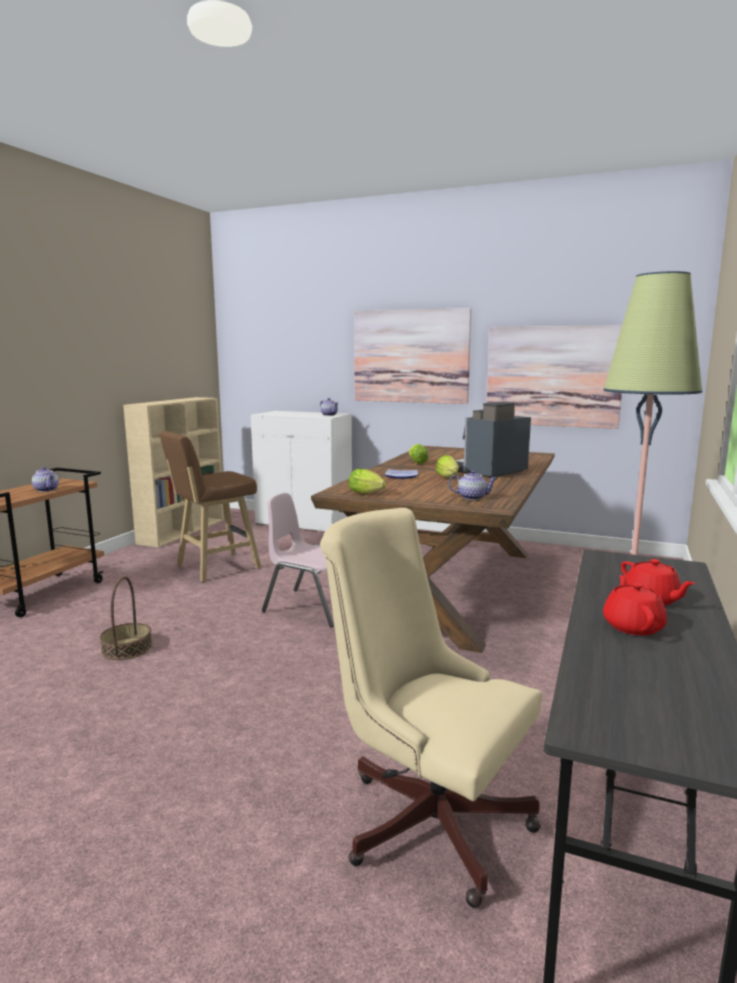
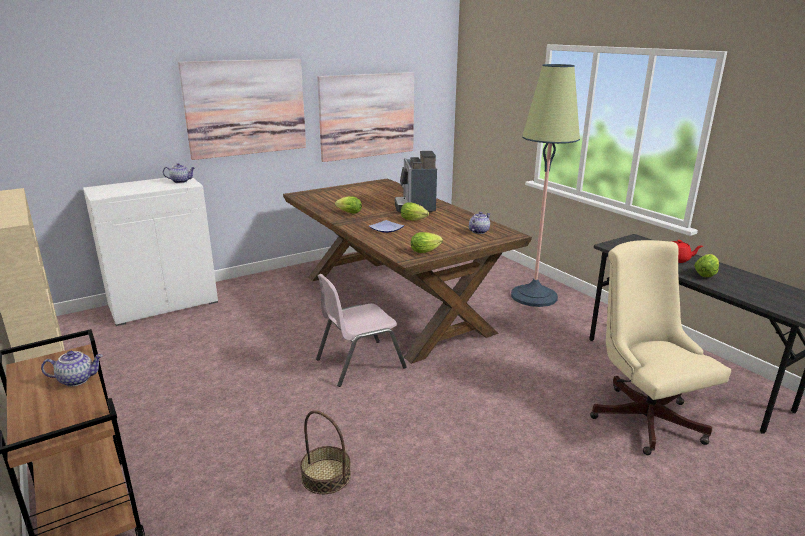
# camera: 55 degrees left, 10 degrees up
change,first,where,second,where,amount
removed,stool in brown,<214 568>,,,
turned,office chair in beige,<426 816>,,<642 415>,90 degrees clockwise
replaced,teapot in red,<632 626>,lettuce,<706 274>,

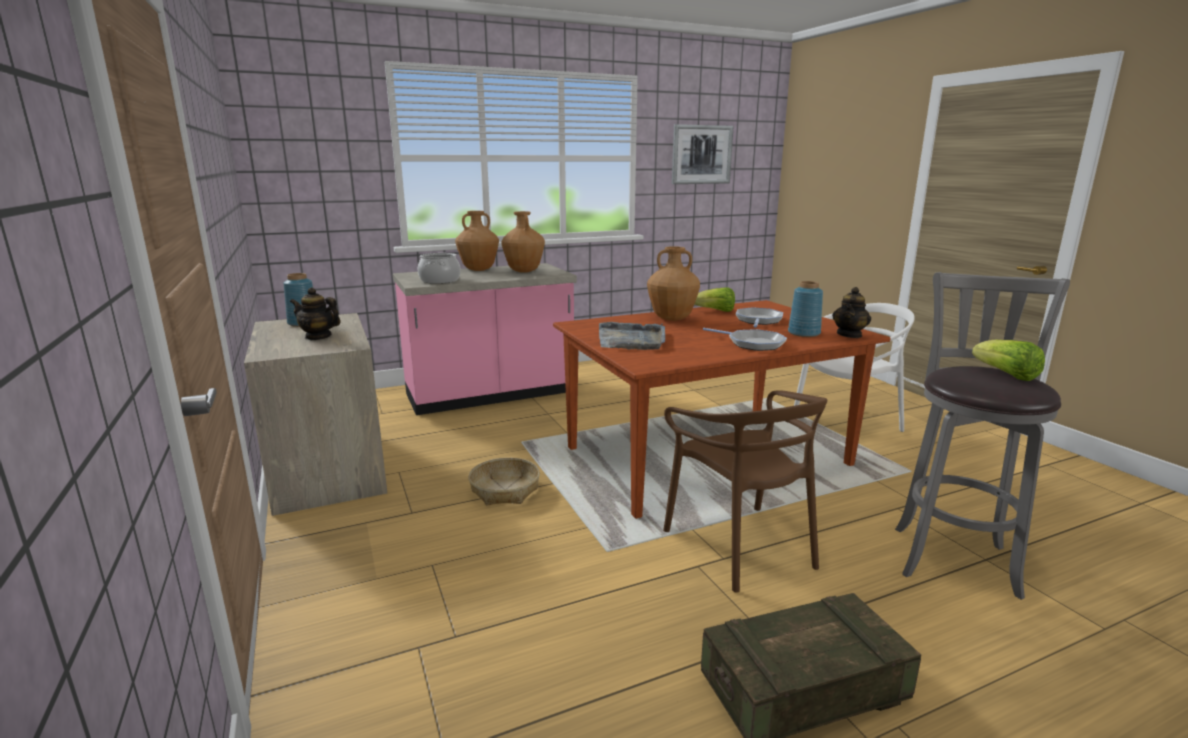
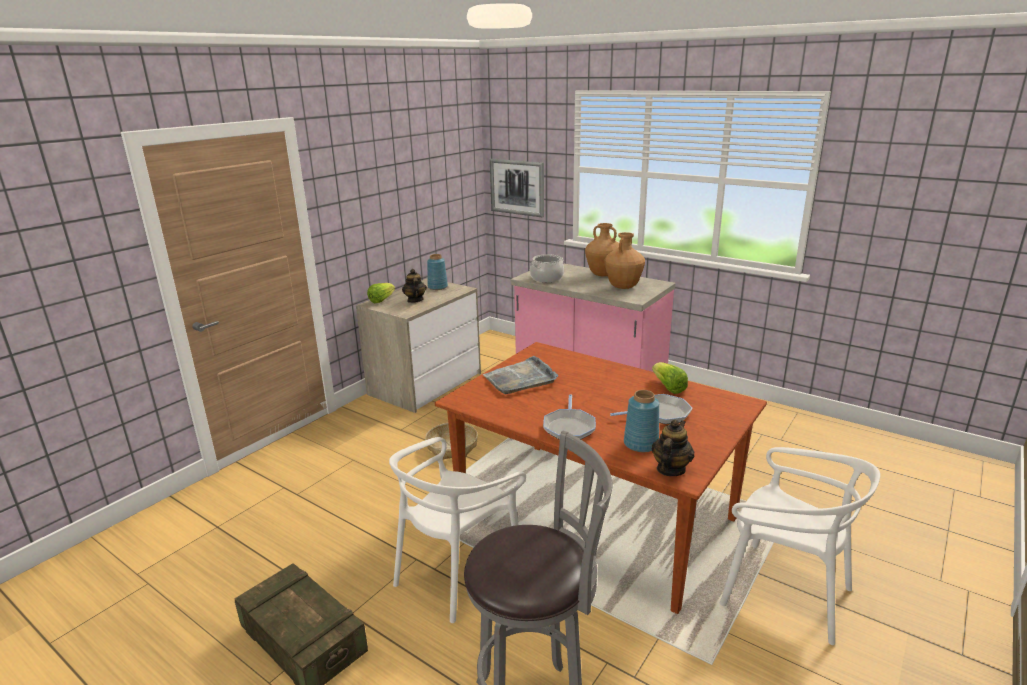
# camera: 60 degrees right, 5 degrees up
change,first,where,second,where,amount
removed,vase in brown,<671 319>,,,
recoloured,chair in brown,<740 546>,chair in white,<457 573>,
moved,picture,<701 154>,,<517 187>,
turned,teapot,<849 335>,,<670 469>,120 degrees clockwise
moved,lettuce,<1006 375>,,<381 300>,

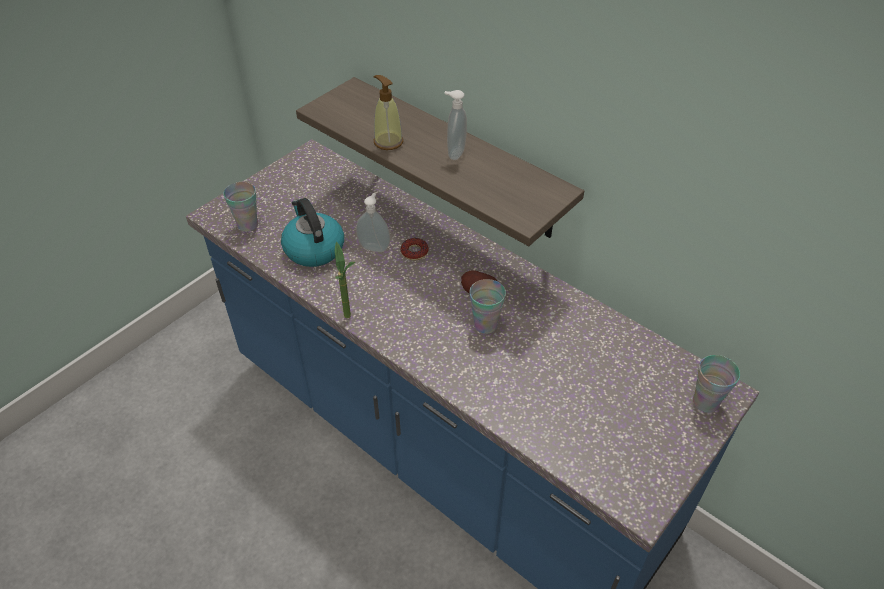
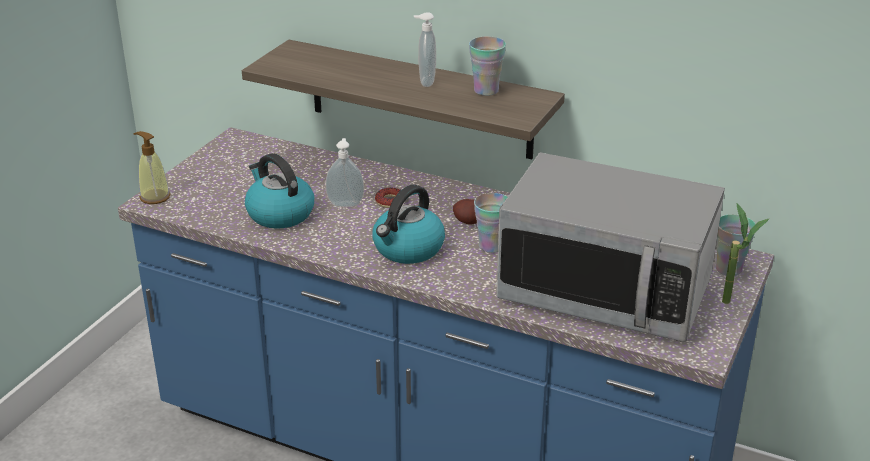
# camera: 15 degrees left, 15 degrees down
change,first,where,second,where,amount
moved,cup,<247 225>,,<486 90>,
moved,potted plant,<350 320>,,<733 304>,
moved,soap dispenser,<388 141>,,<155 197>,
added,,,kettle,<408 249>,
added,,,microwave,<605 291>,

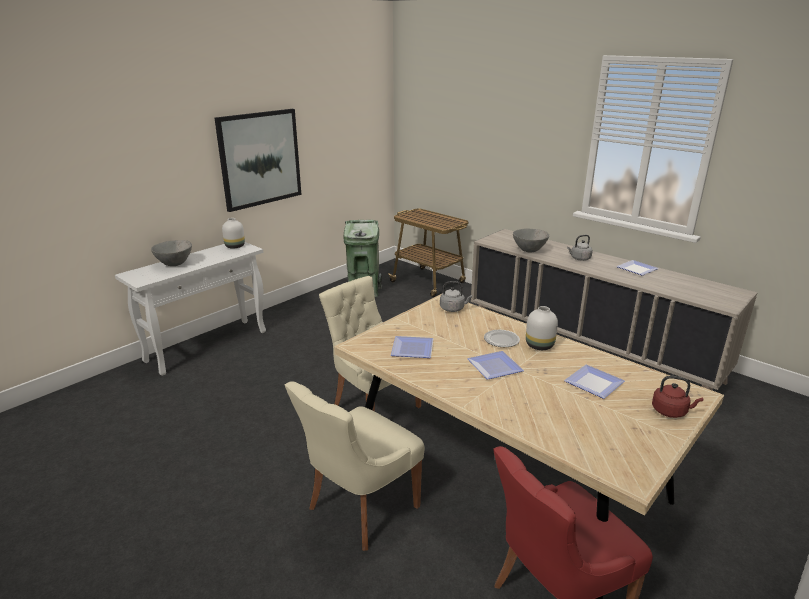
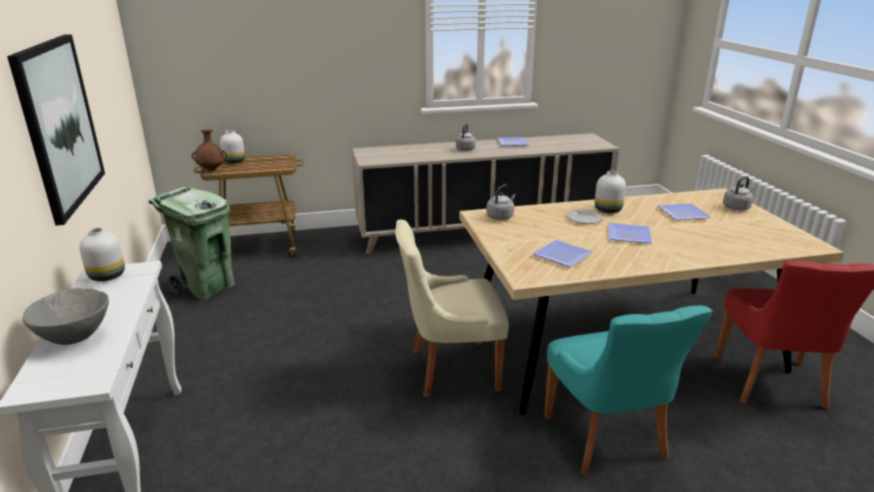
# camera: 55 degrees left, 0 degrees up
change,first,where,second,where,amount
recoloured,chair in beige,<360 509>,chair in turquoise,<607 439>,
removed,bowl in grey,<529 250>,,,
recoloured,kettle in red,<671 411>,kettle in grey,<737 207>,
added,,,vase in brown,<212 170>,
added,,,vase in white,<234 161>,

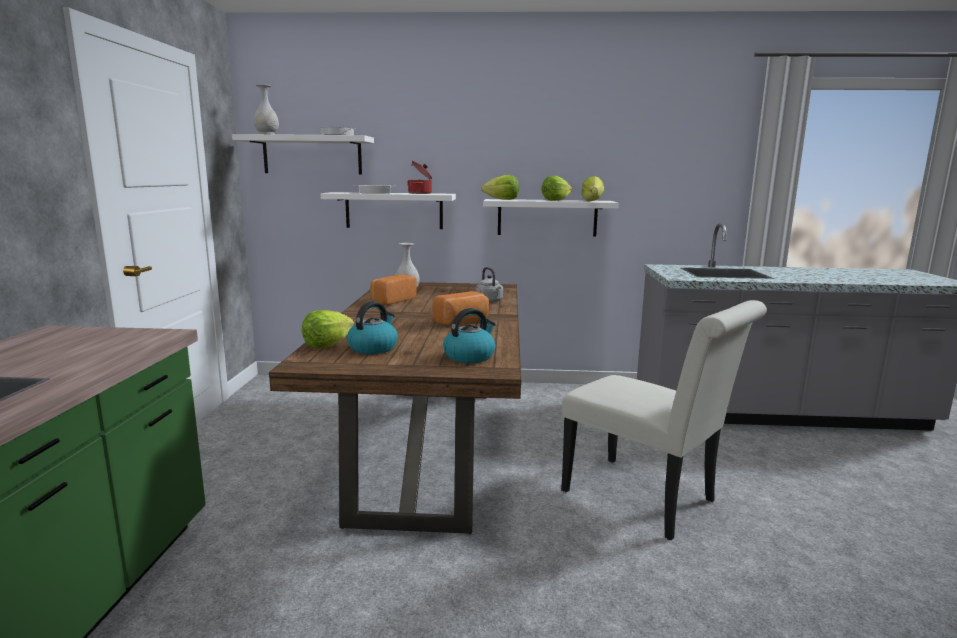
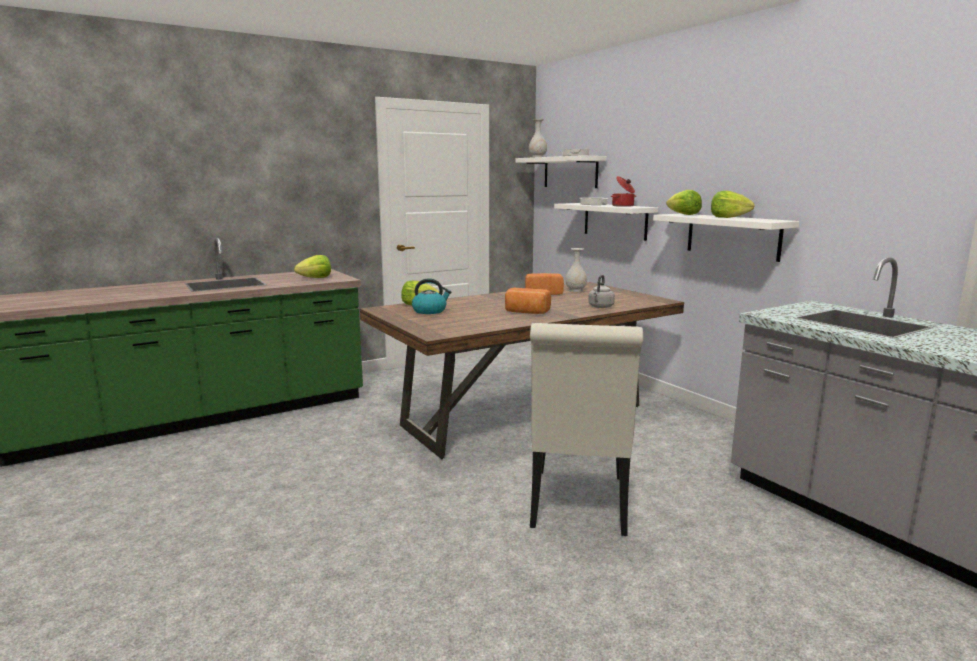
# camera: 55 degrees right, 0 degrees up
change,first,where,second,where,amount
removed,kettle,<470 356>,,,
moved,lettuce,<592 201>,,<315 278>,

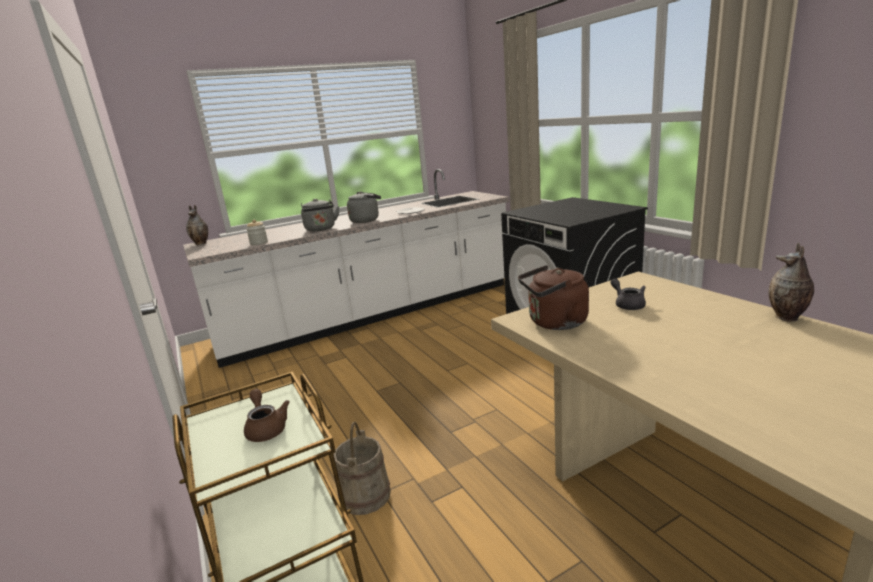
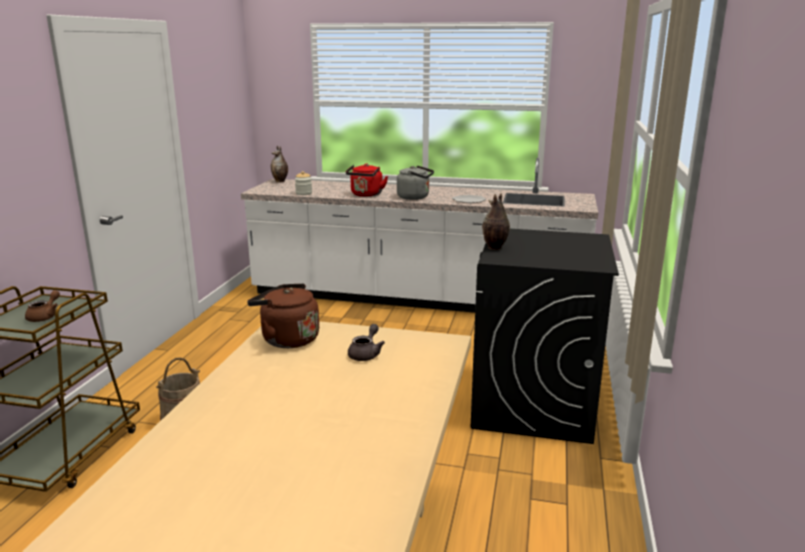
# camera: 40 degrees right, 0 degrees up
change,first,where,second,where,amount
recoloured,kettle in grey,<321 229>,kettle in red,<366 195>,
moved,vase,<787 318>,,<494 248>,

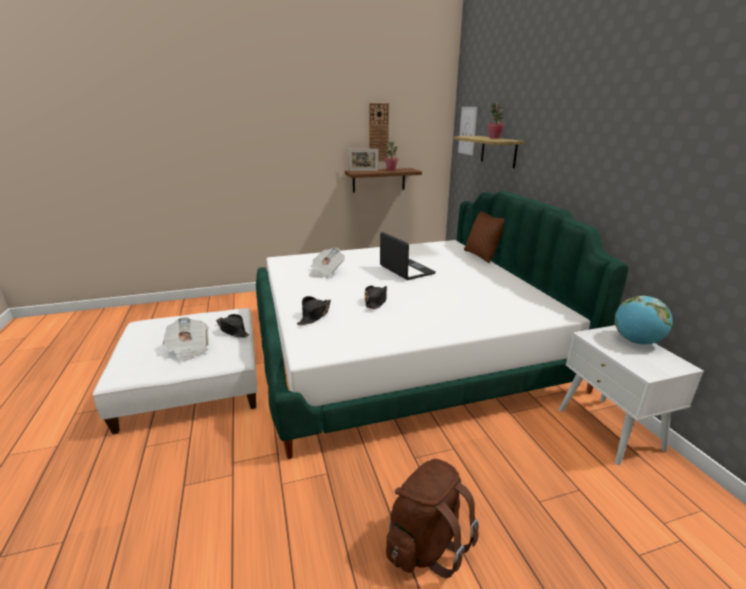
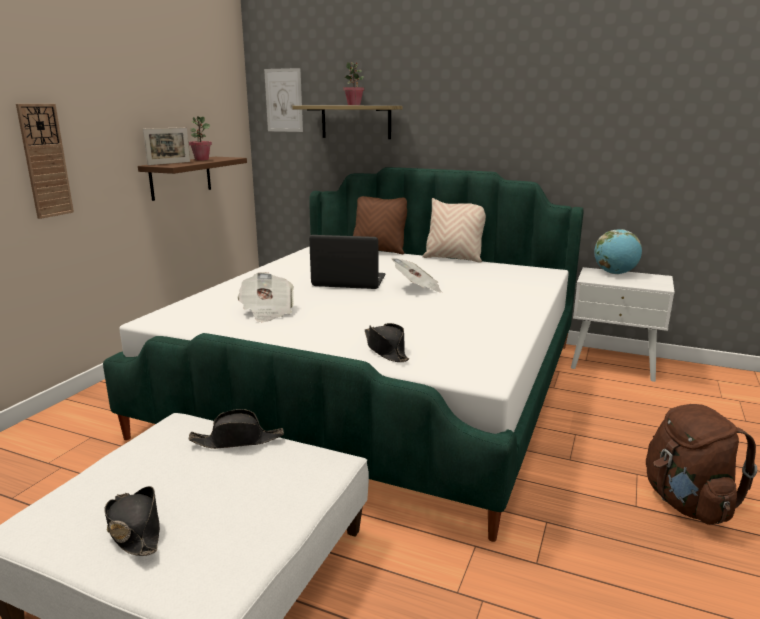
# camera: 50 degrees left, 5 degrees down
change,first,where,second,where,amount
moved,newspaper,<188 349>,,<417 288>,
moved,hat in black,<376 301>,,<135 529>,
moved,wall clock,<378 133>,,<45 161>,
added,,,pillow in beige,<453 258>,

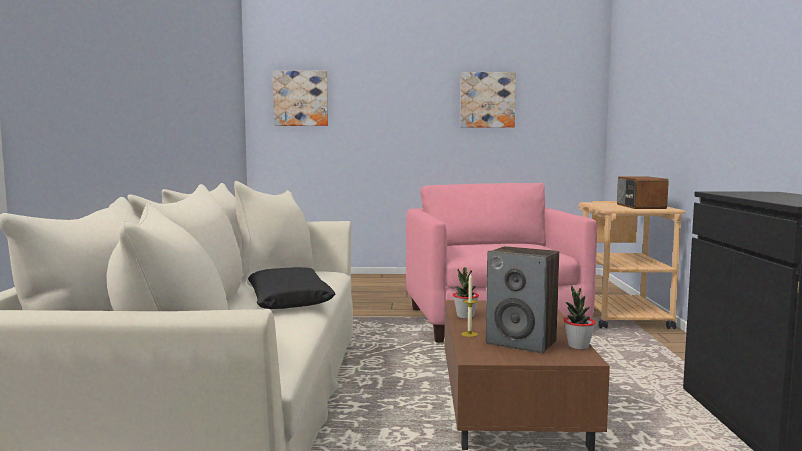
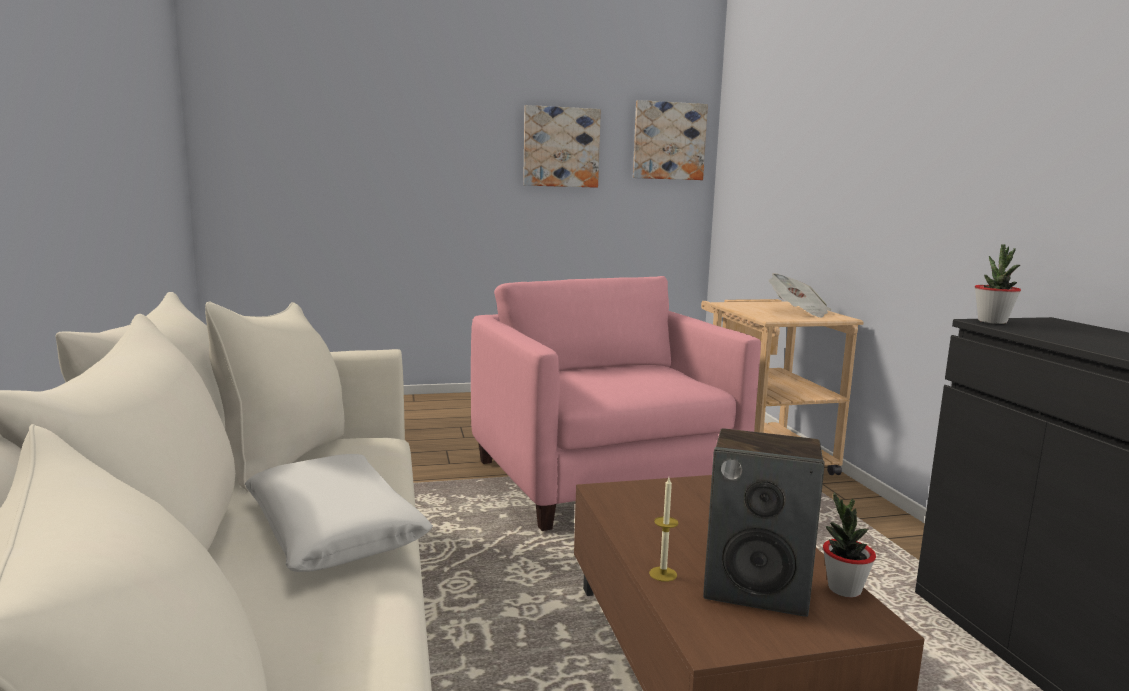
# camera: 15 degrees left, 5 degrees up
change,first,where,second,where,amount
recoloured,pillow in black,<289 300>,pillow in white,<334 529>,
moved,picture,<301 98>,,<669 141>,
moved,potted plant,<465 316>,,<992 321>,
replaced,radio,<640 206>,newspaper,<798 312>,

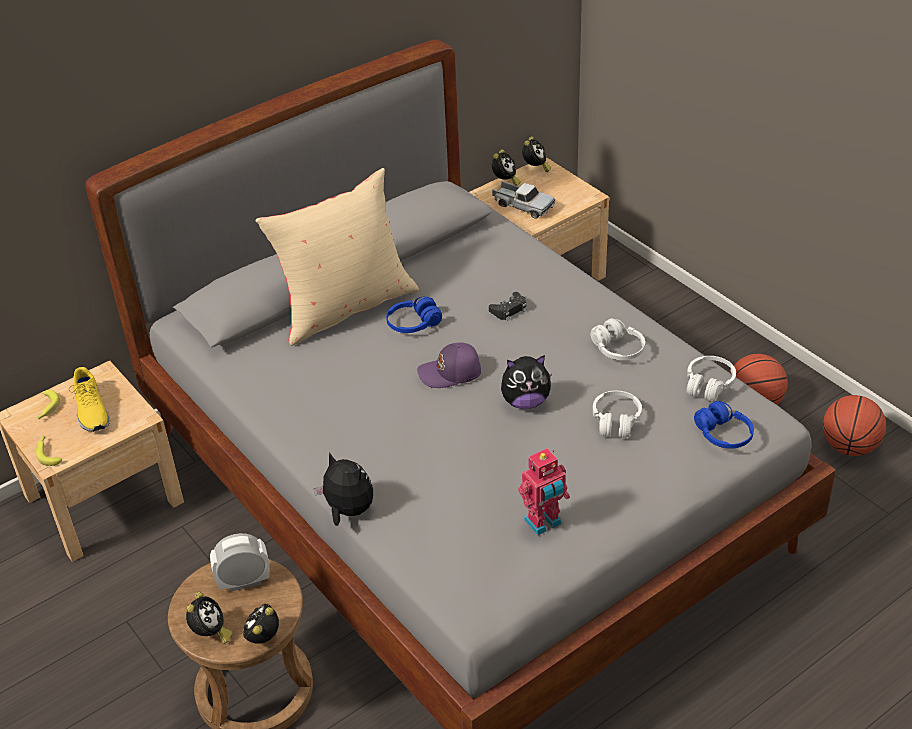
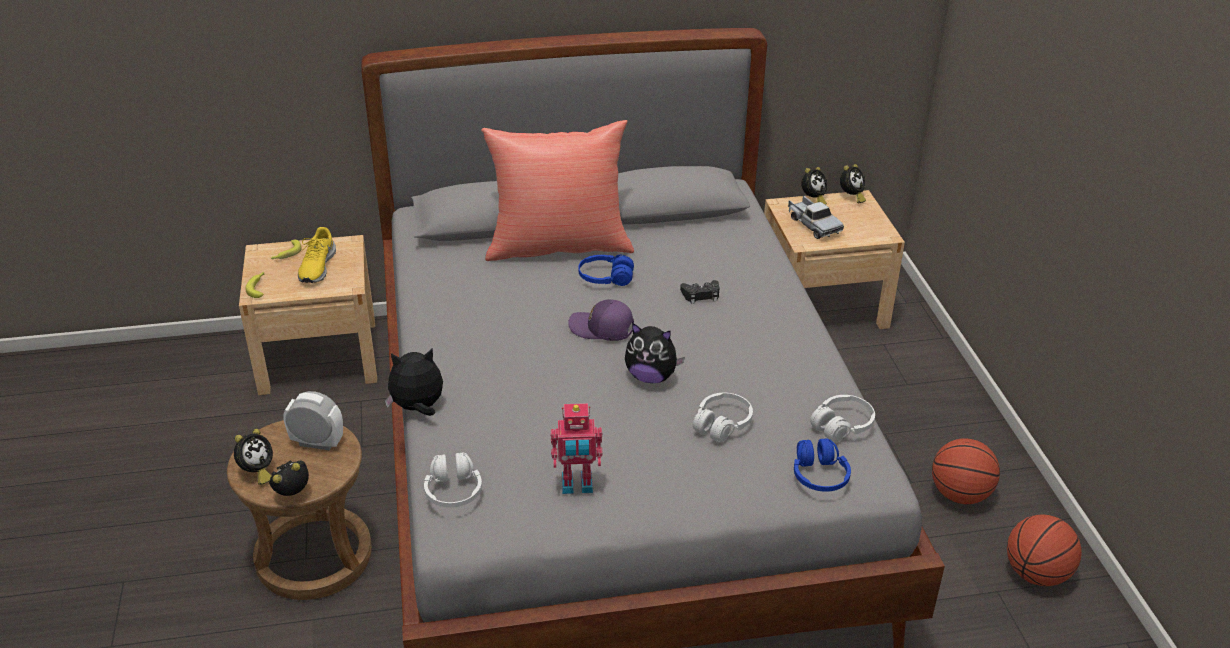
# camera: 25 degrees right, 5 degrees down
change,first,where,second,where,amount
recoloured,pillow in beige,<345 307>,pillow in red,<558 245>,
turned,plush toy,<348 511>,,<418 408>,75 degrees counterclockwise
moved,headphones in white,<617 349>,,<453 491>,

